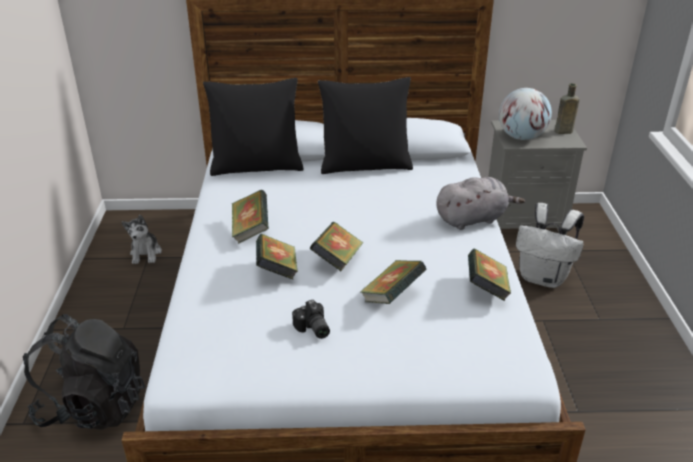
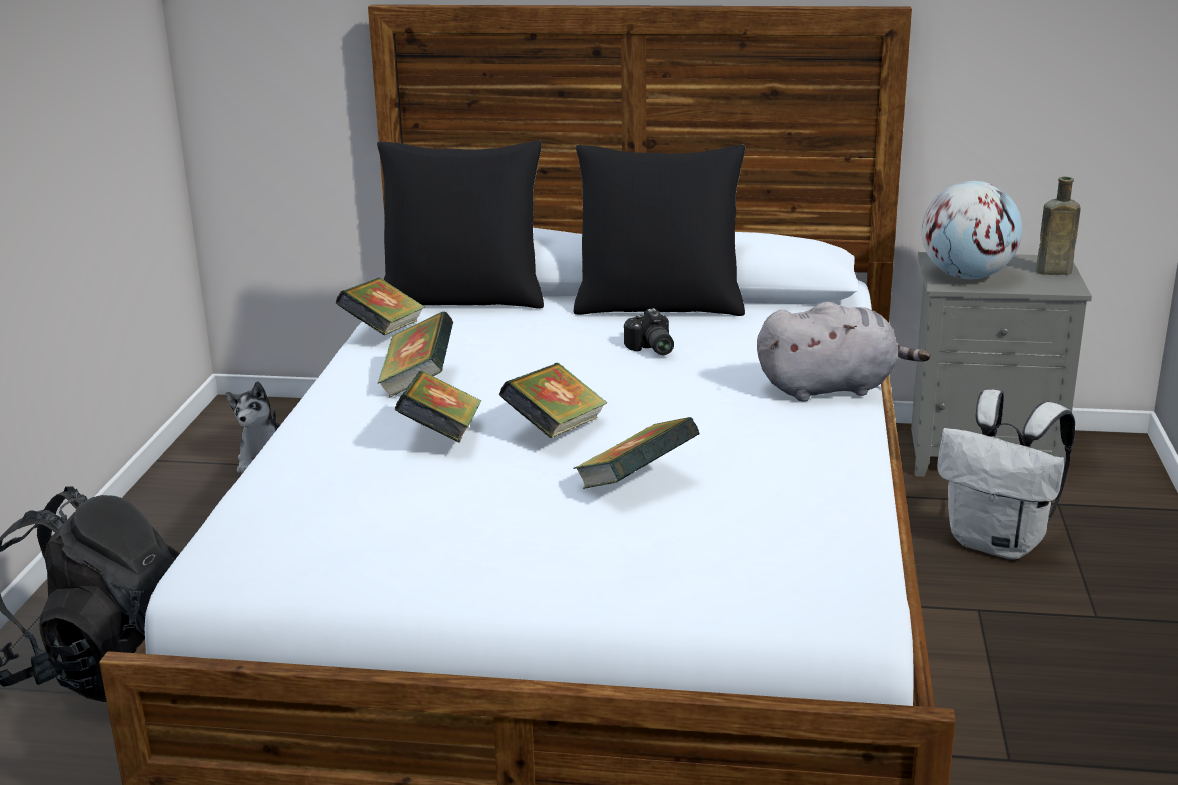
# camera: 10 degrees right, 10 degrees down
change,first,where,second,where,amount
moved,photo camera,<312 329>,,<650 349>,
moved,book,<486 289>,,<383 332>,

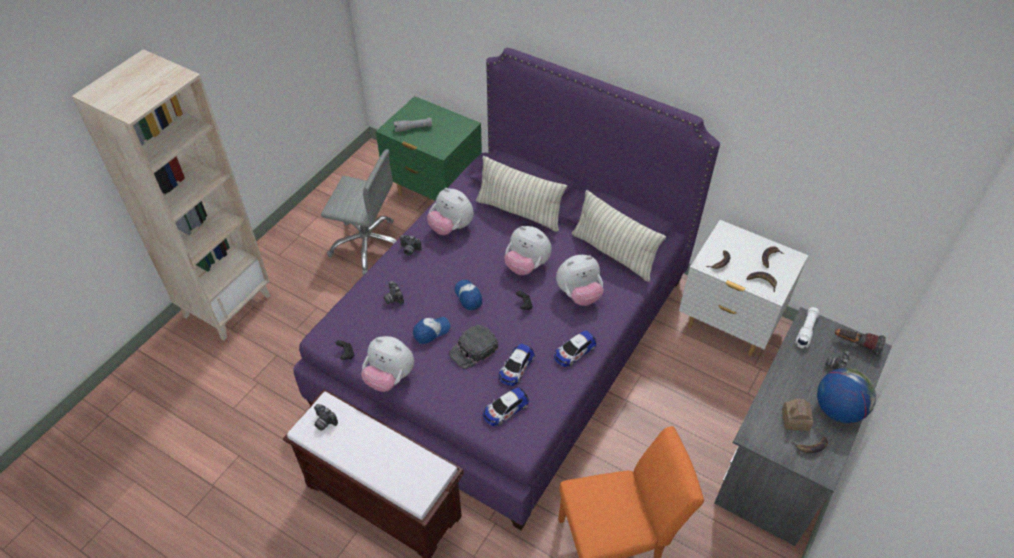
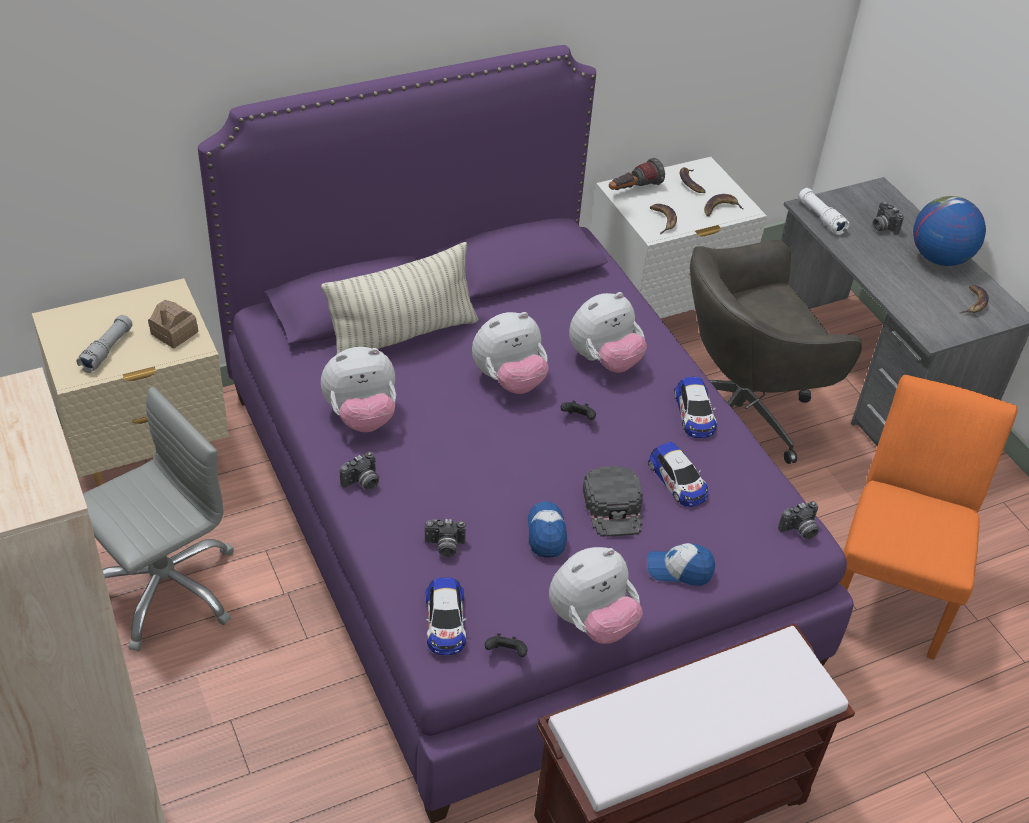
# camera: 60 degrees left, 5 degrees down
change,first,where,second,where,amount
moved,photo camera,<324 422>,,<799 530>,
recoloured,nightstand in green,<434 194>,nightstand in beige,<147 454>,
moved,cap,<468 296>,,<679 570>,
moved,toy car,<505 409>,,<445 621>,
turned,plush toy,<579 294>,,<604 360>,45 degrees clockwise
removed,pillow,<613 253>,,,
moved,toy house,<795 420>,,<174 333>,
moved,flashlight,<856 345>,,<633 189>,
added,,,office chair in grey,<741 413>,

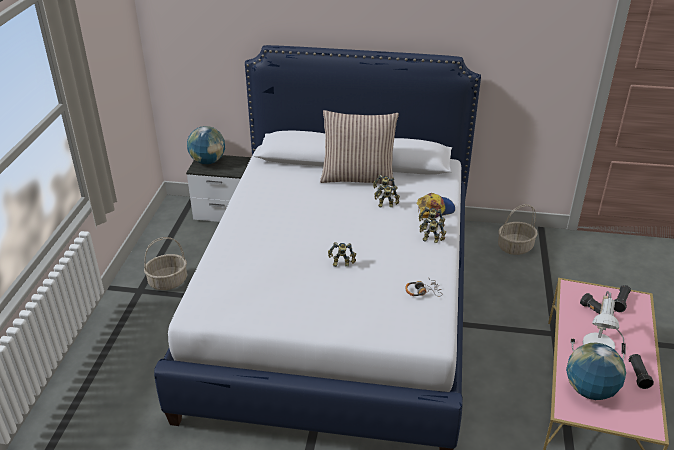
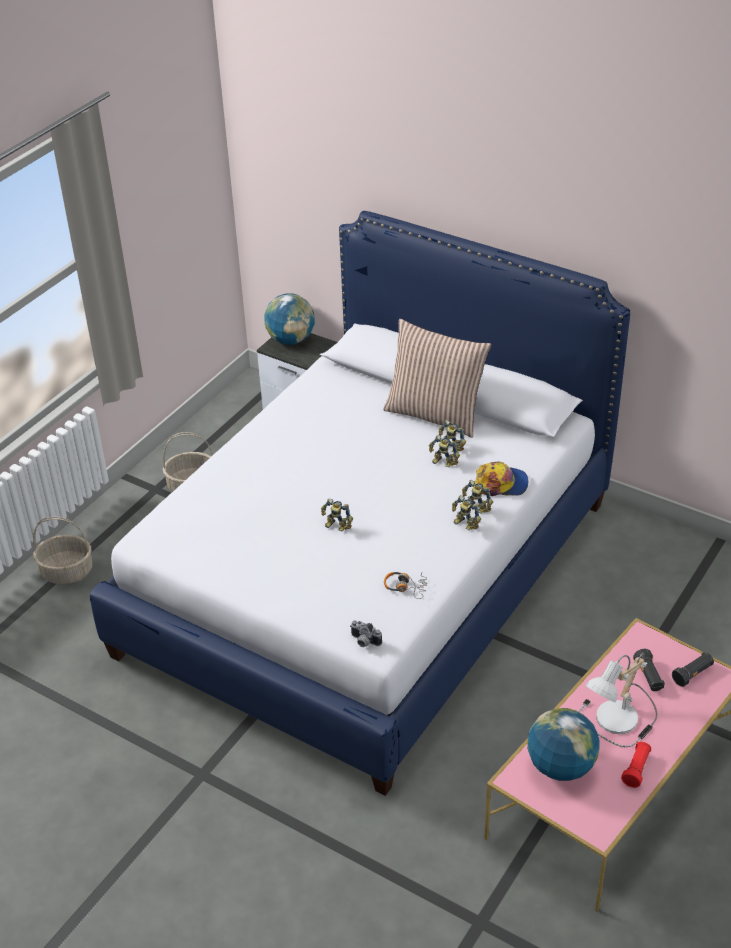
# camera: 25 degrees right, 5 degrees up
change,first,where,second,where,amount
moved,basket,<515 247>,,<67 571>,
recoloured,flashlight in black,<638 375>,flashlight in red,<636 769>,
added,,,photo camera,<364 642>,

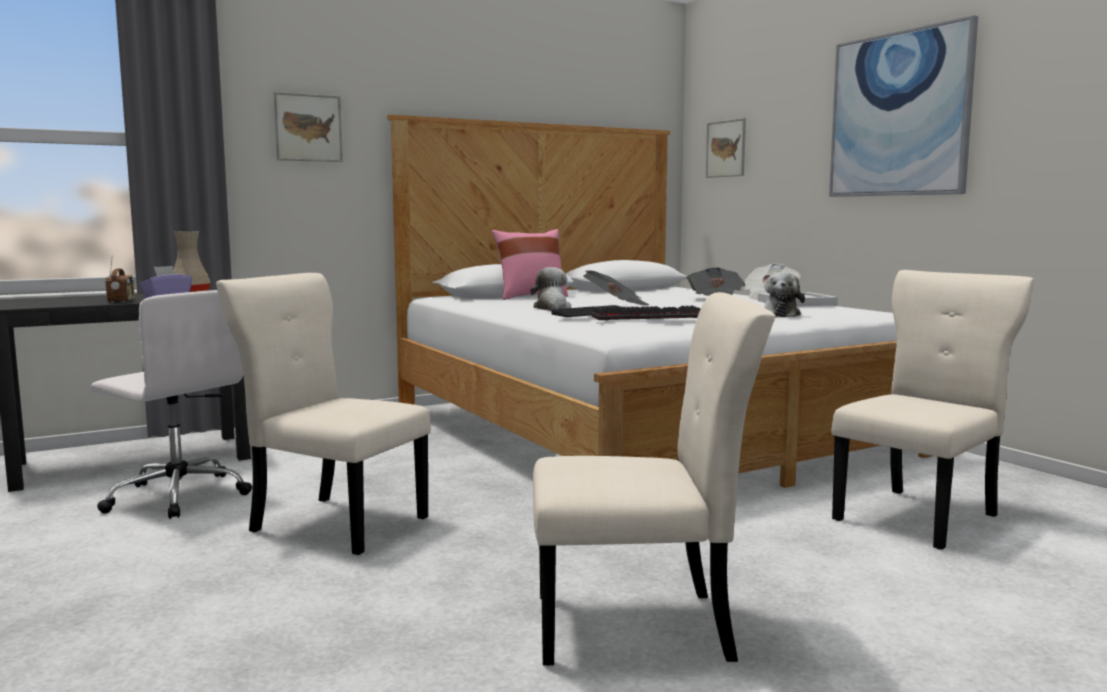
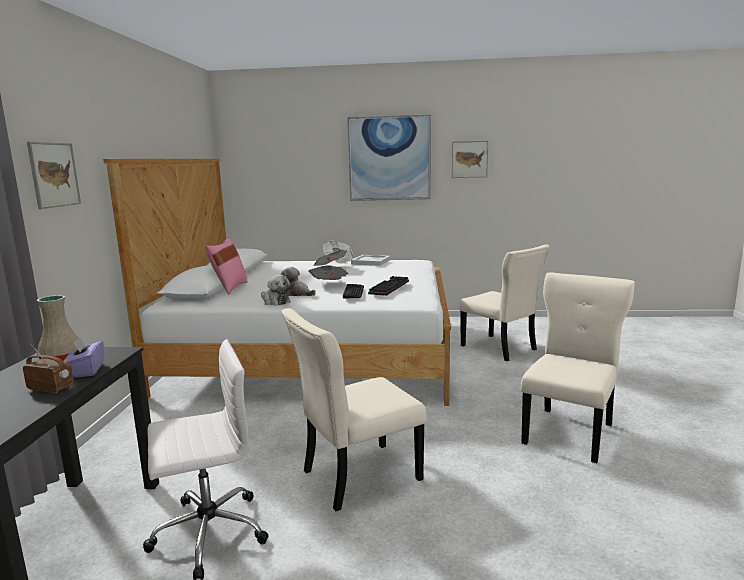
# camera: 55 degrees left, 5 degrees up
change,first,where,second,where,amount
moved,picture,<726 148>,,<469 159>,
moved,plush toy,<780 314>,,<275 301>,
turned,chair in beige,<920 516>,,<500 349>,150 degrees clockwise

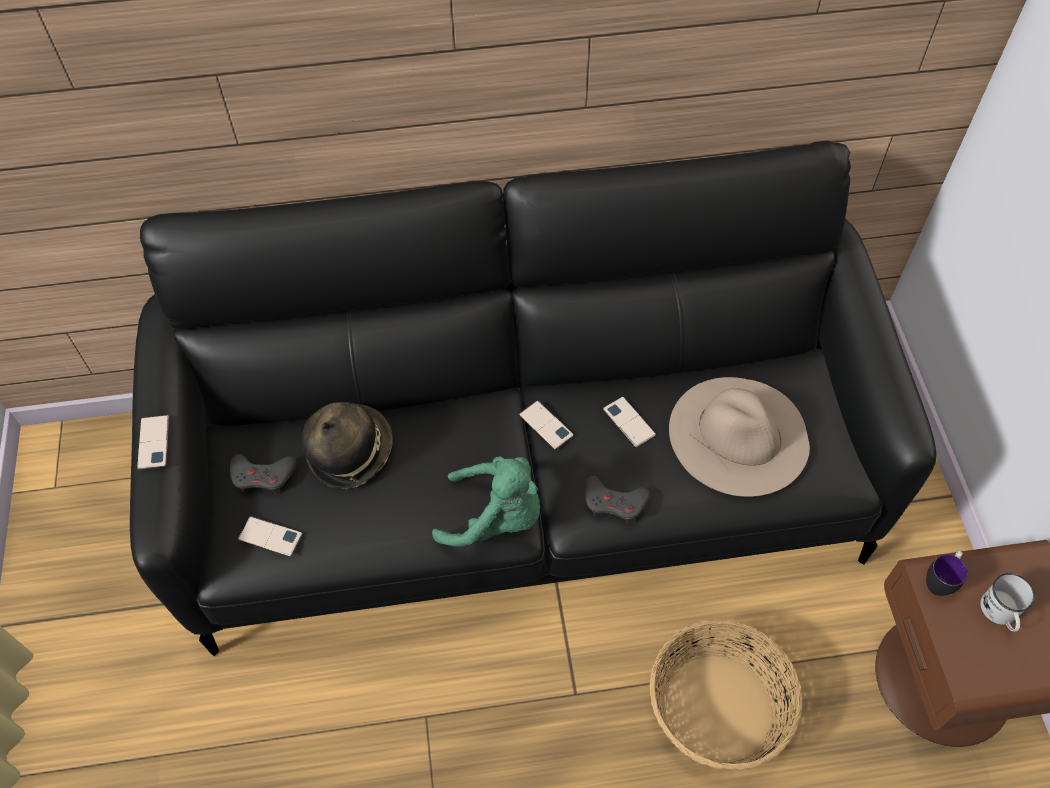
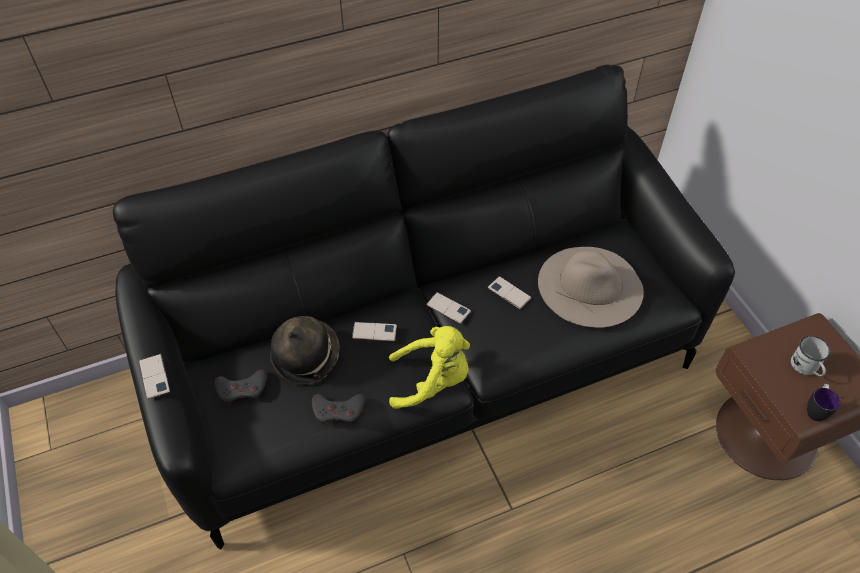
# camera: 15 degrees left, 5 degrees down
change,first,where,second,where,amount
moved,phone,<270 536>,,<374 332>,
recoloured,plush toy in green,<496 518>,plush toy in yellow,<432 381>,
moved,game controller in grey,<614 502>,,<338 411>,
removed,basket,<718 706>,,,
moved,mug,<940 580>,,<815 410>,

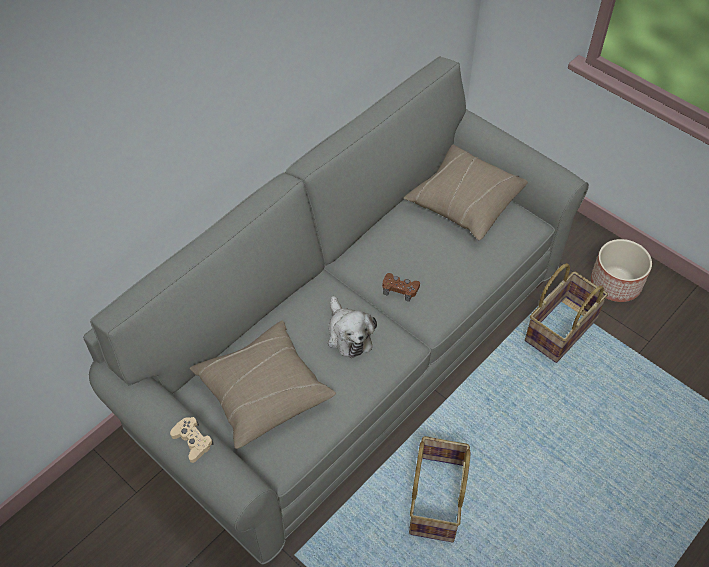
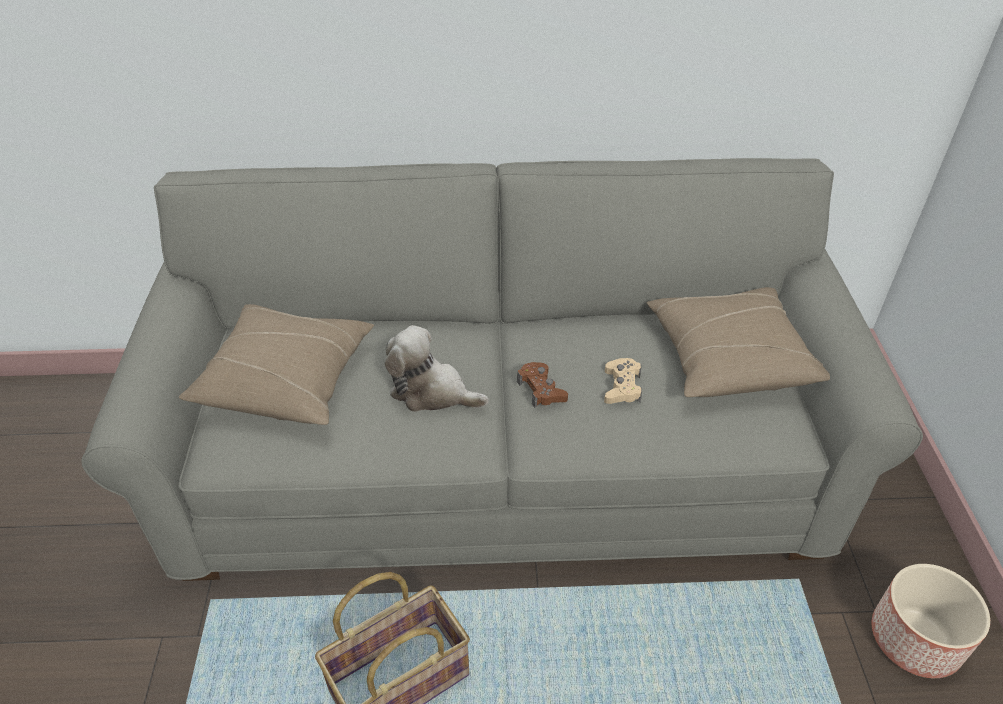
# camera: 45 degrees right, 10 degrees down
change,first,where,second,where,amount
moved,game controller in beige,<192 441>,,<622 387>,
turned,plush toy,<348 334>,,<432 391>,90 degrees clockwise
removed,basket,<560 328>,,,

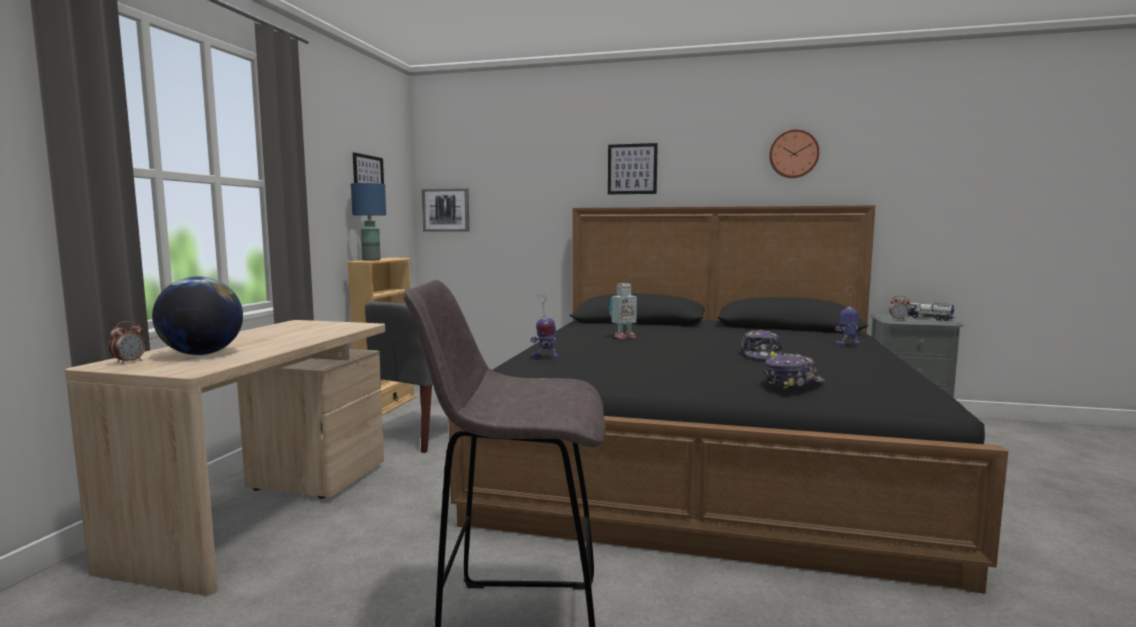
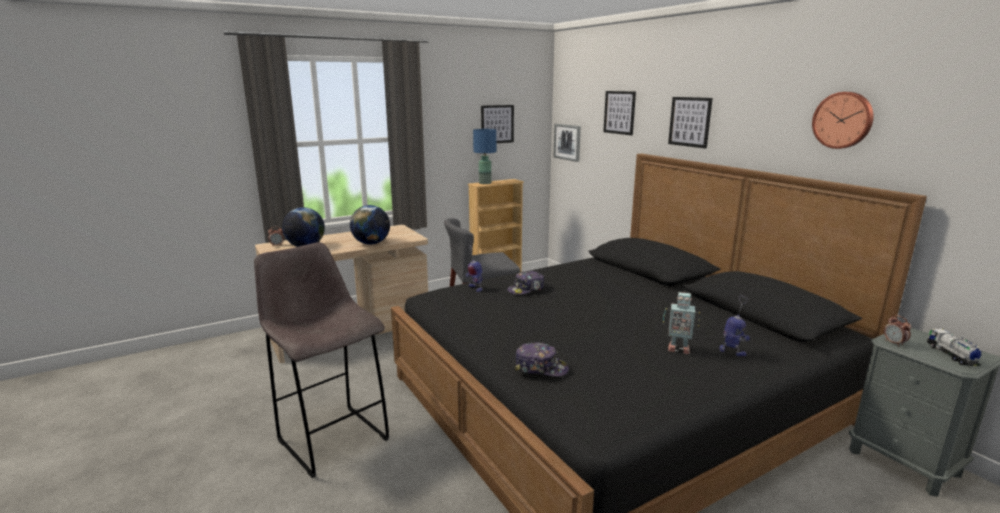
# camera: 45 degrees right, 10 degrees up
change,first,where,second,where,amount
moved,toy robot,<623 337>,,<678 349>,
moved,cap,<761 355>,,<526 289>,
added,,,globe,<371 243>,
added,,,picture,<619 112>,

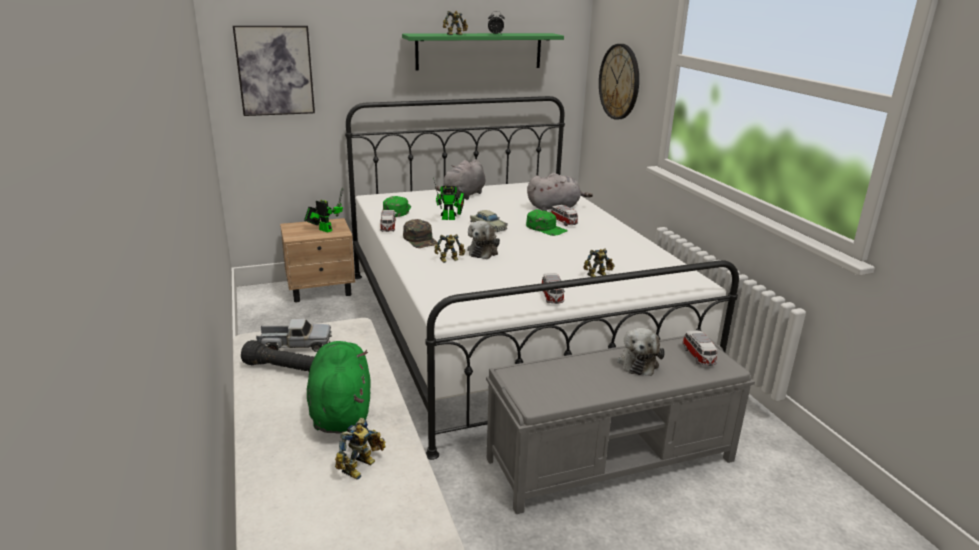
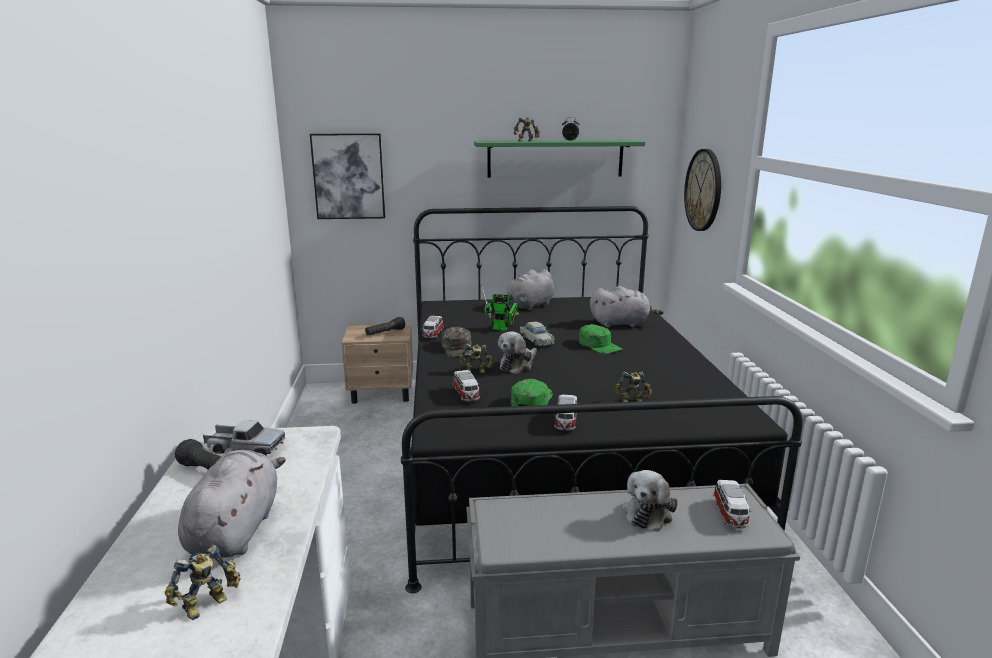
# camera: 15 degrees right, 5 degrees down
change,first,where,second,where,amount
replaced,toy robot,<324 230>,flashlight in black,<385 333>,
recoloured,plush toy in green,<341 410>,plush toy in grey,<236 530>,
recoloured,bed in white,<508 328>,bed in black,<554 452>,
moved,cap in green,<397 210>,,<531 400>,
moved,toy car,<564 222>,,<466 395>,

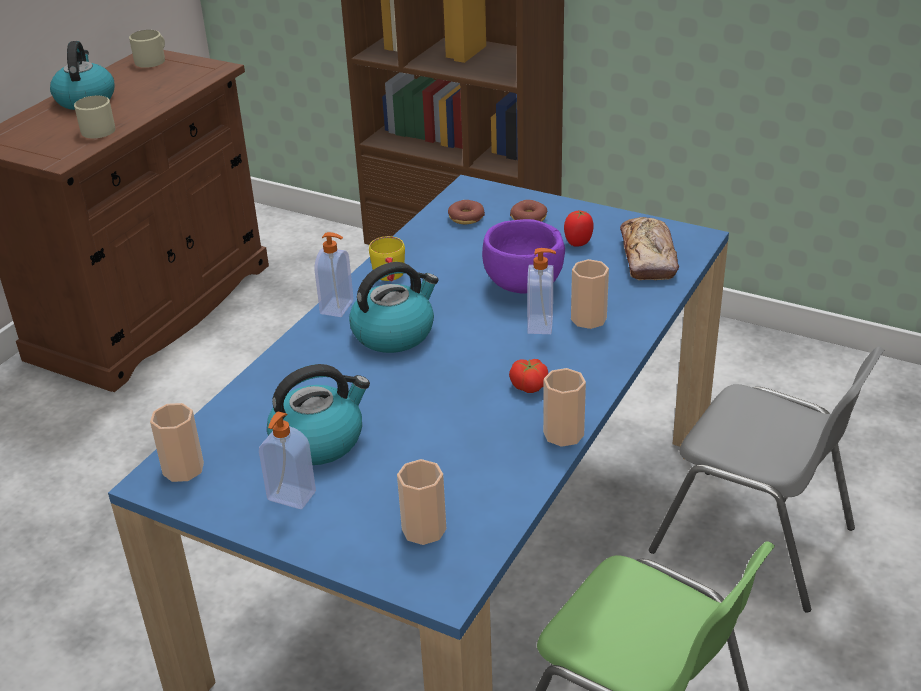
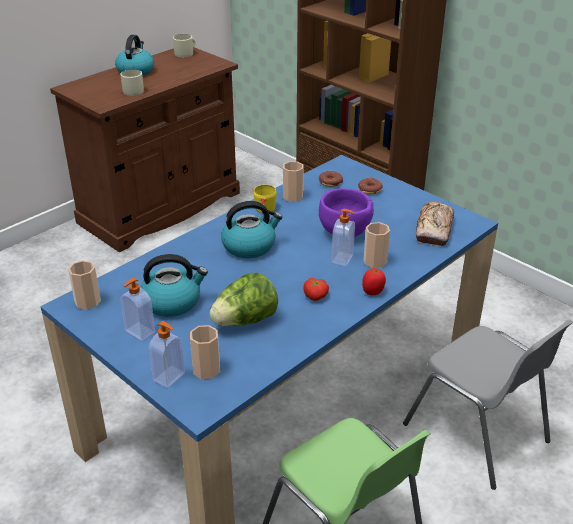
# camera: 15 degrees right, 0 degrees up
change,first,where,second,where,amount
moved,soap dispenser,<338 307>,,<170 377>,
moved,cup,<563 434>,,<293 196>,
moved,tomato,<578 243>,,<373 292>,
added,,,lettuce,<245 321>,

